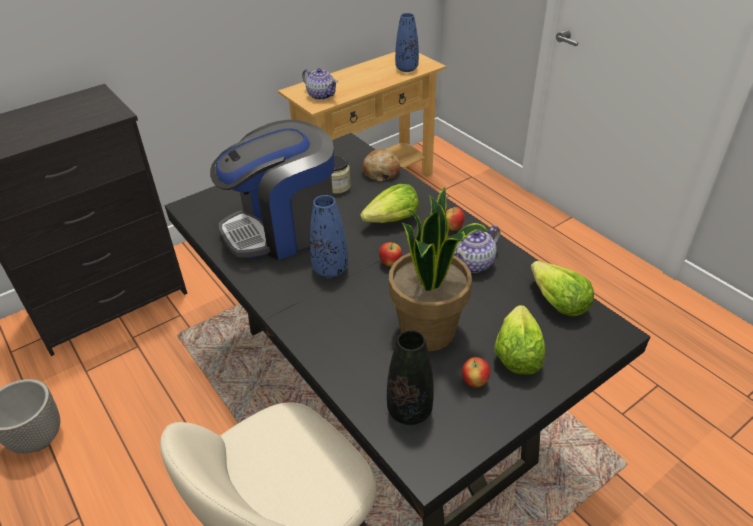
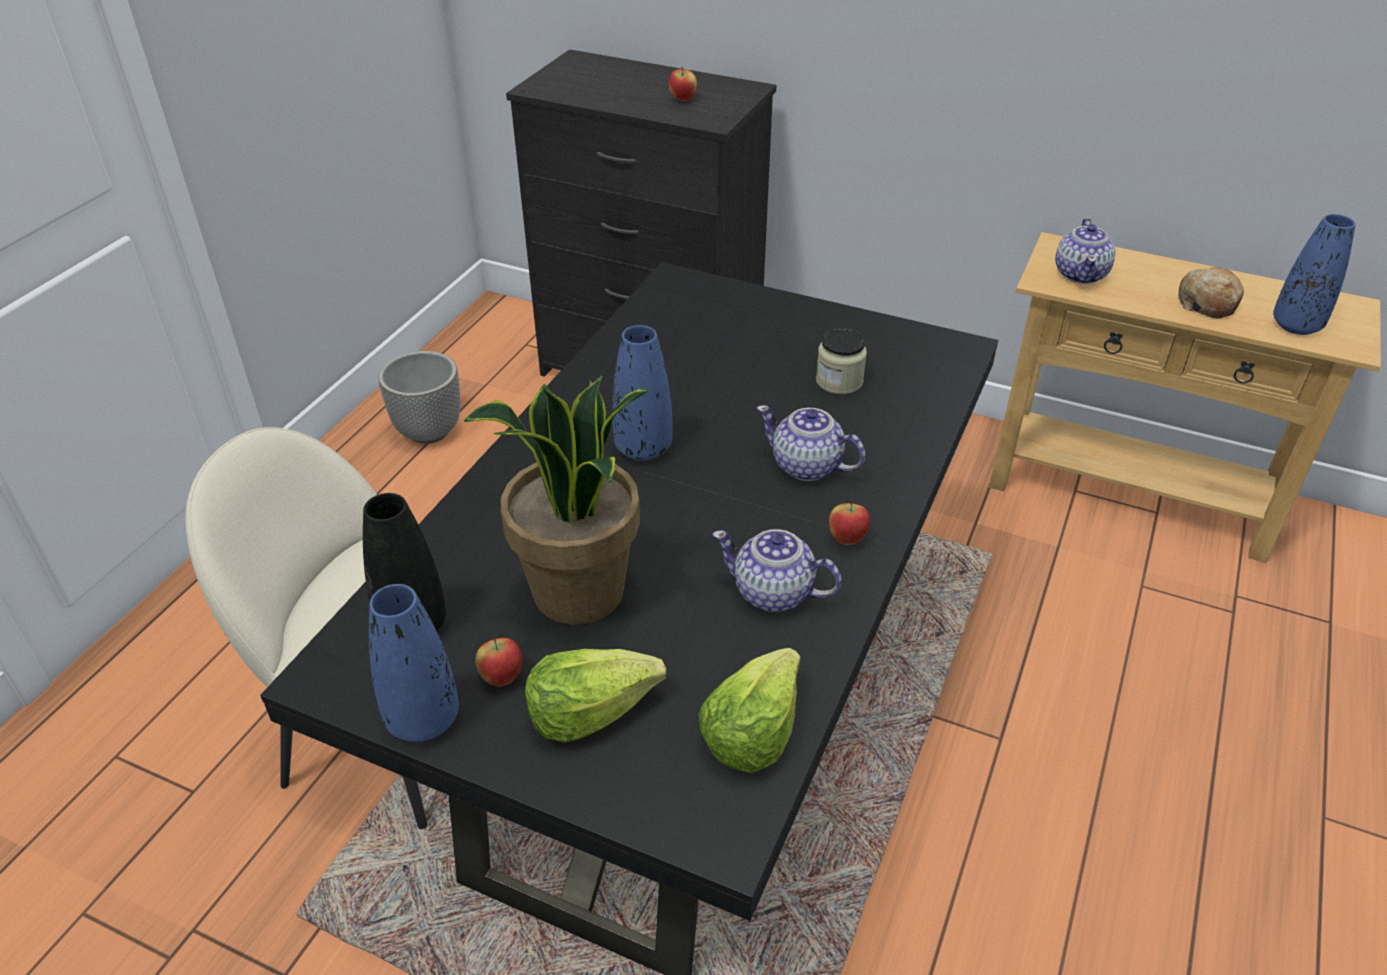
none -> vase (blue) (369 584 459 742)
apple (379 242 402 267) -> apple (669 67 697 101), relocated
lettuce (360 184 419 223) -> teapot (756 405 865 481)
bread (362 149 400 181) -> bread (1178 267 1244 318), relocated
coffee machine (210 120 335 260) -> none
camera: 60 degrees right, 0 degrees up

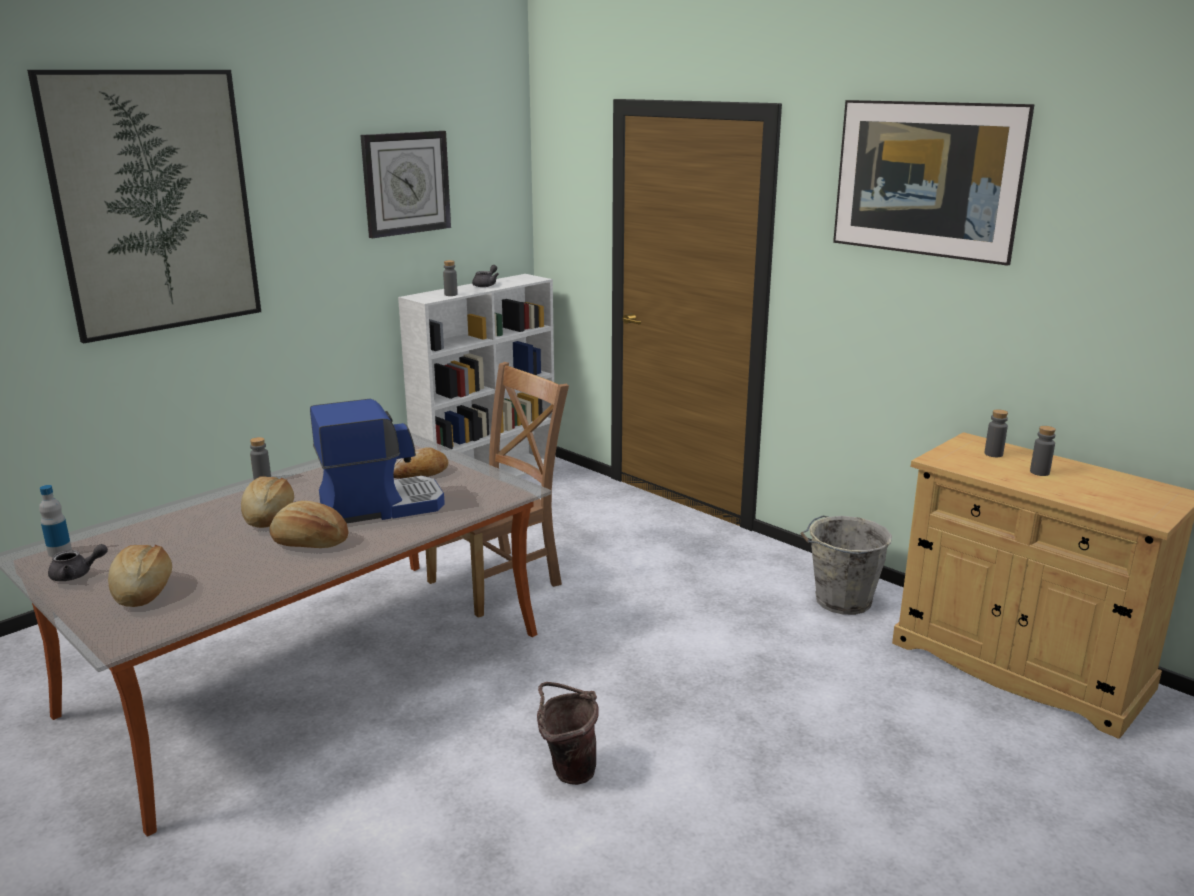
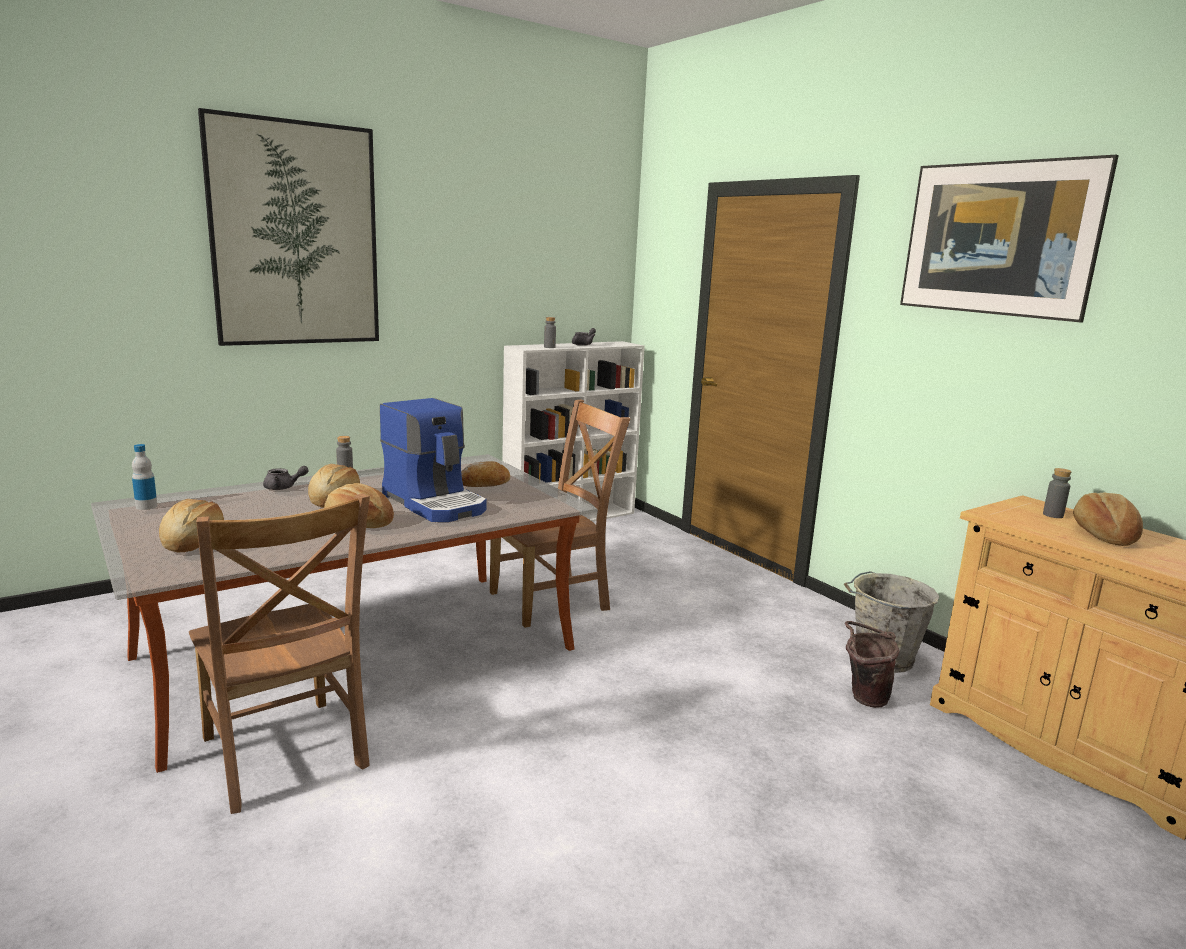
none -> chair (brown) (189 493 370 814)
teapot (grey) (48 544 108 581) -> teapot (grey) (263 466 309 490), relocated
coffee machine (310 399 445 523) -> coffee machine (380 398 487 522), 60 degrees clockwise
bucket (brown) (537 682 599 785) -> bucket (brown) (845 621 899 708), relocated
bottle (grey) (1030 426 1056 476) -> bread (1073 493 1143 546)
wall clock (360 131 451 238) -> none
camera: 10 degrees right, 5 degrees down

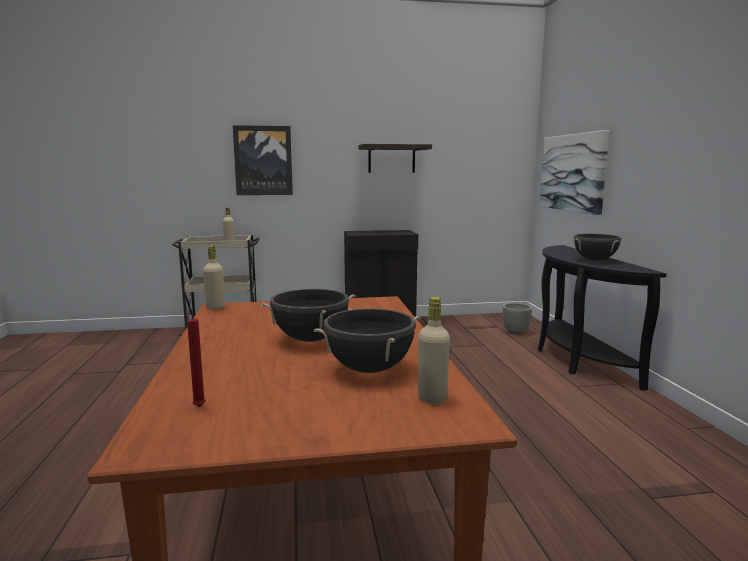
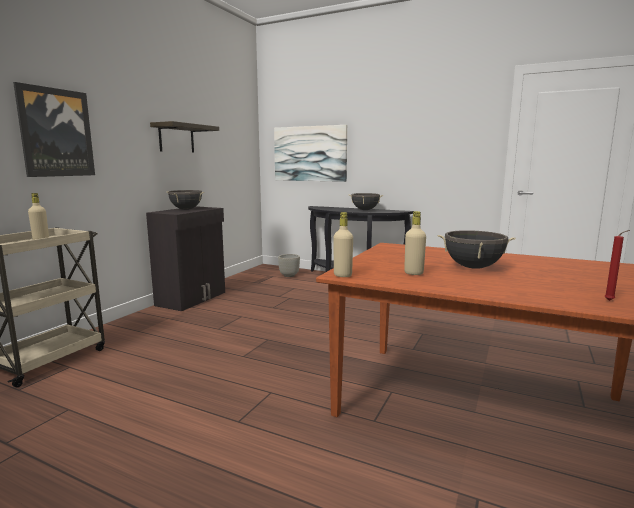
cooking pot (black) (314 308 421 373) -> cooking pot (black) (167 190 204 210), relocated
bottle (beige) (418 296 450 404) -> bottle (beige) (404 211 426 275), relocated
camera: 55 degrees left, 0 degrees up

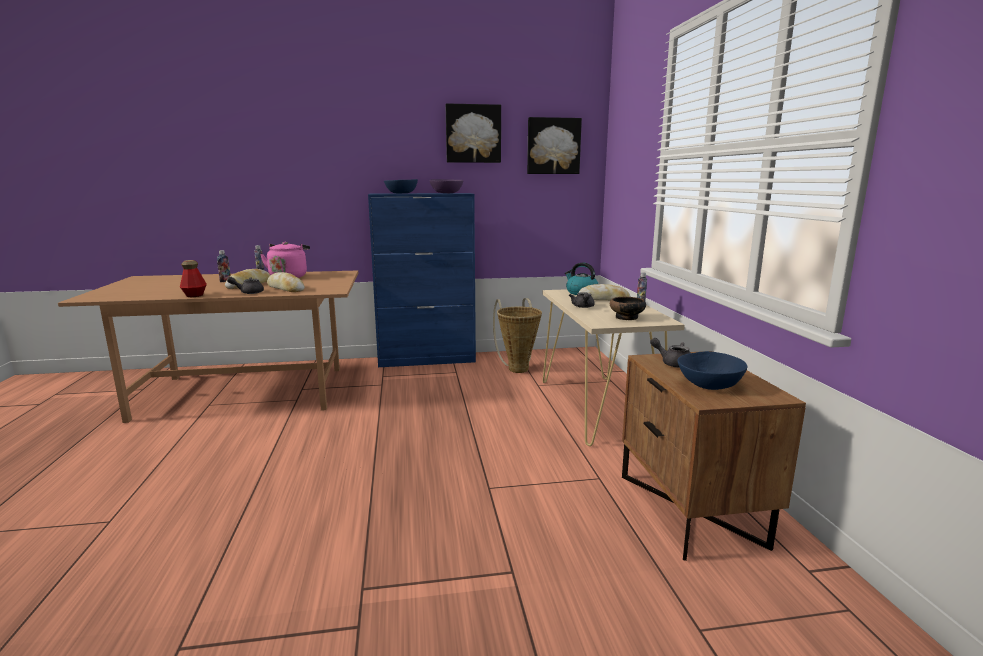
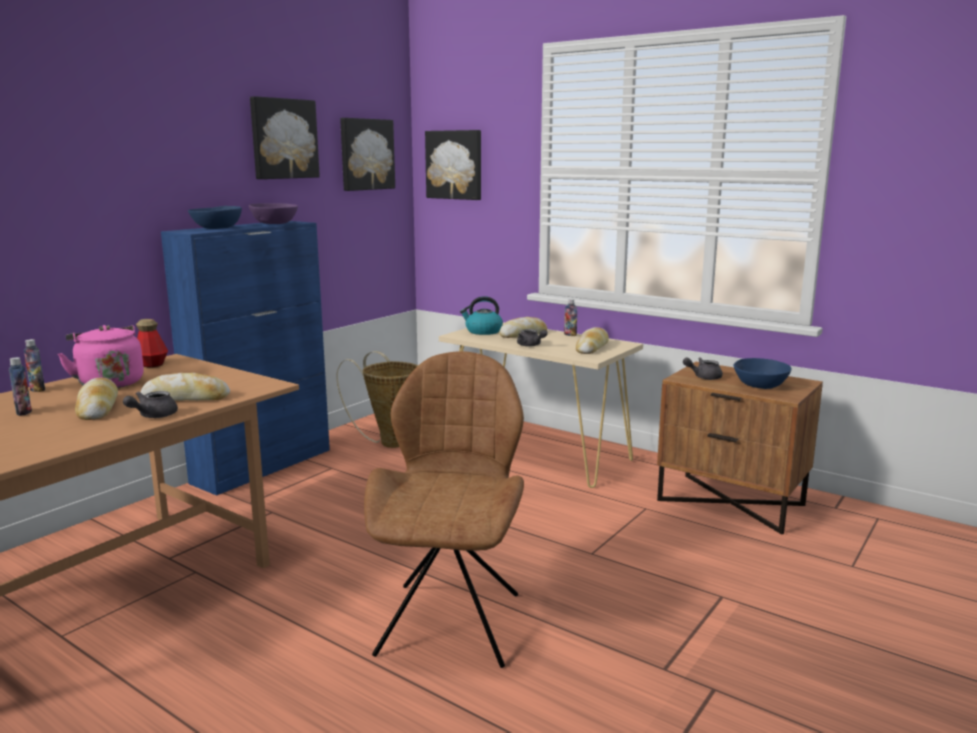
bottle (180 260 207 297) -> bottle (136 319 168 367), relocated
none -> chair (brown) (364 351 524 668)
none -> picture (425 130 481 200)
bowl (610 297 646 320) -> bread (576 327 609 354)
camera: 45 degrees left, 0 degrees up

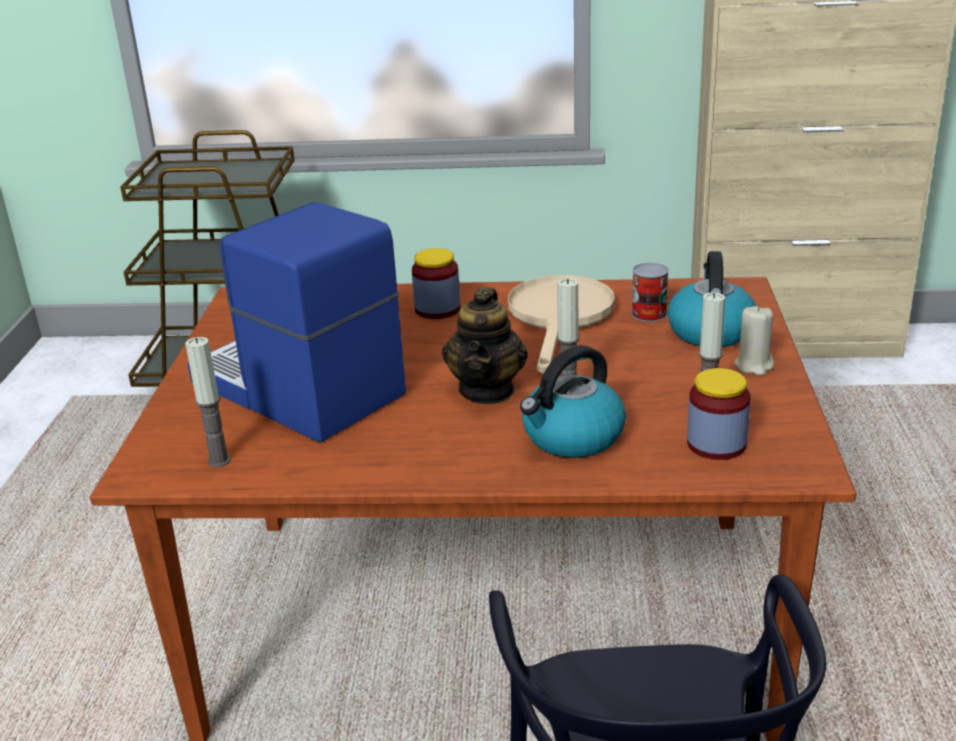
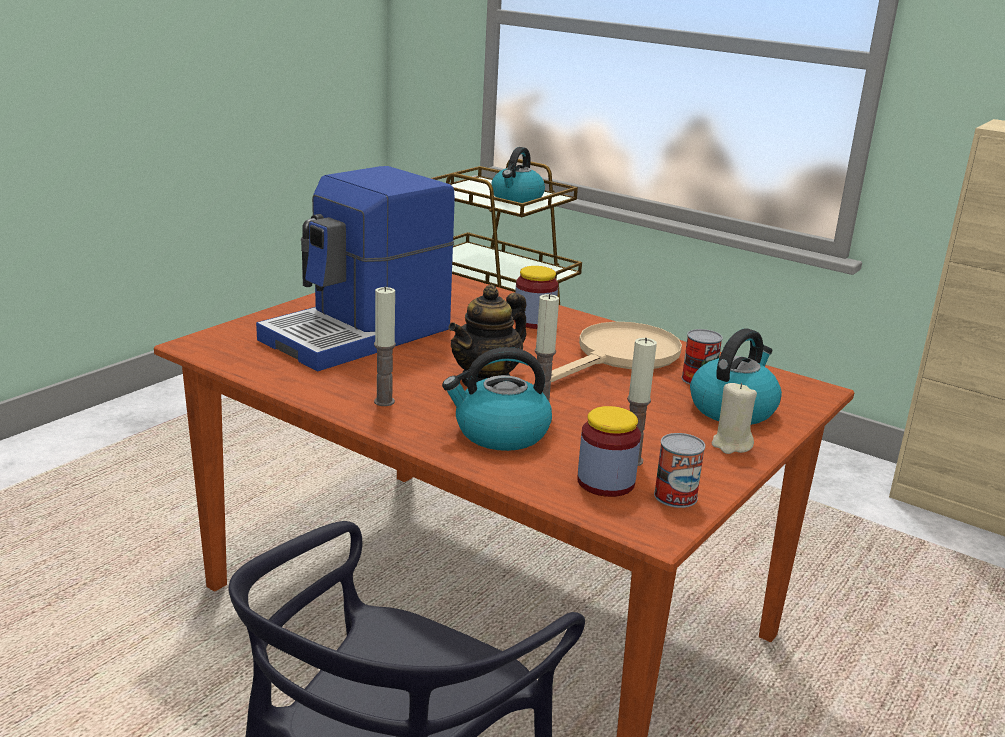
coffee machine (187 202 406 443) -> coffee machine (256 166 455 371), 120 degrees counterclockwise
candle (186 337 231 467) -> candle (374 287 396 406), relocated
none -> kettle (491 147 545 203)
none -> can (654 433 705 508)
camera: 30 degrees right, 5 degrees down

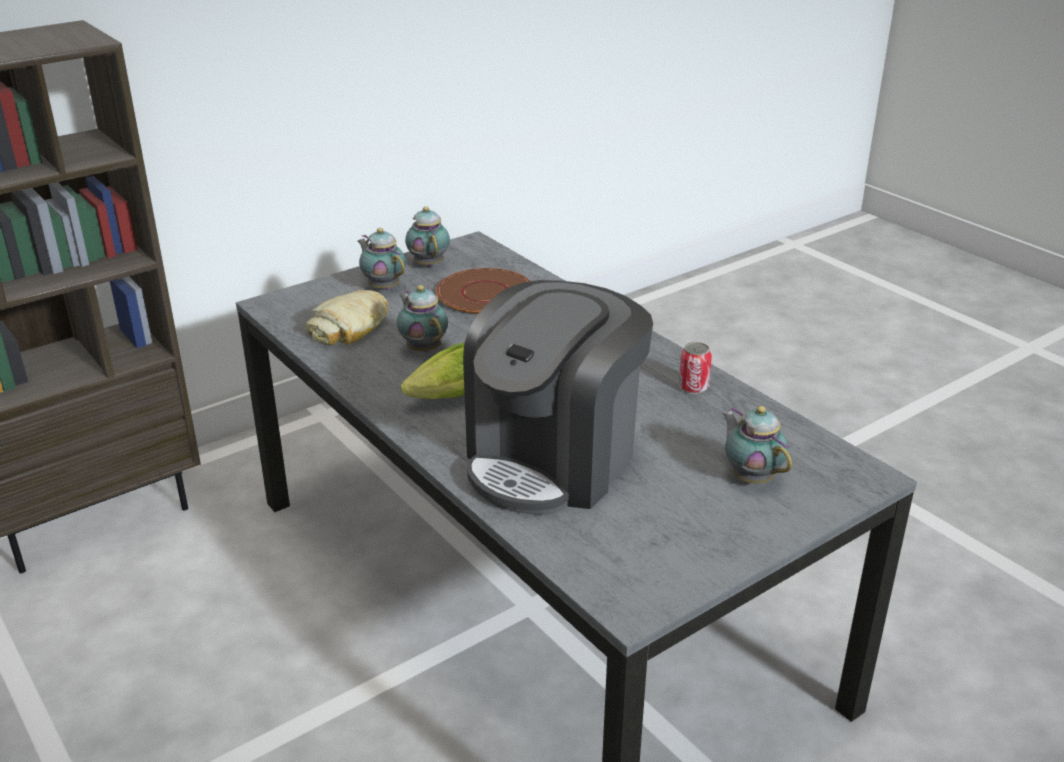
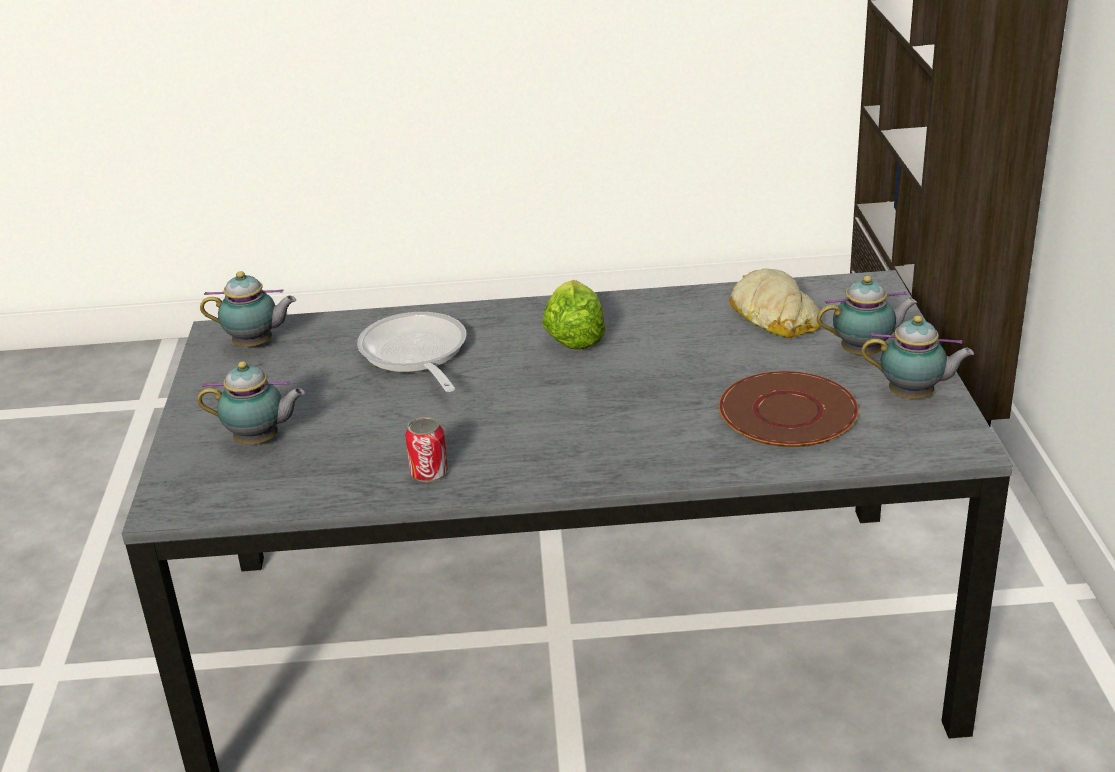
teapot (397 285 448 353) -> teapot (200 271 296 347), relocated
coffee machine (463 280 653 515) -> frying pan (357 312 467 392)
camera: 125 degrees right, 0 degrees up

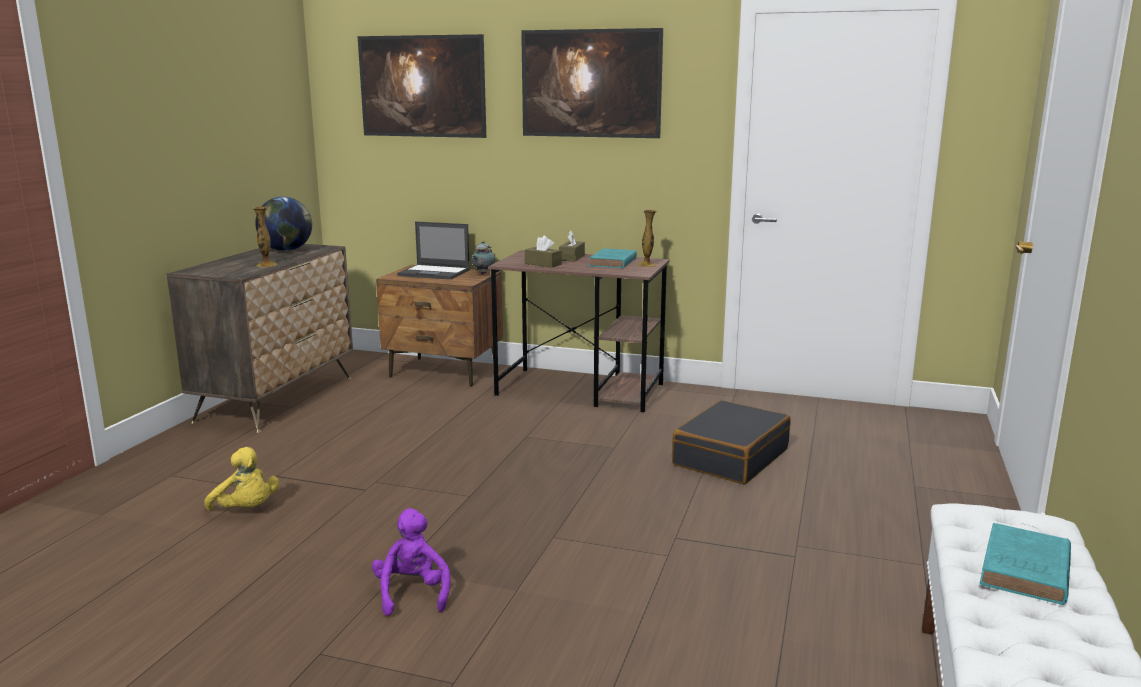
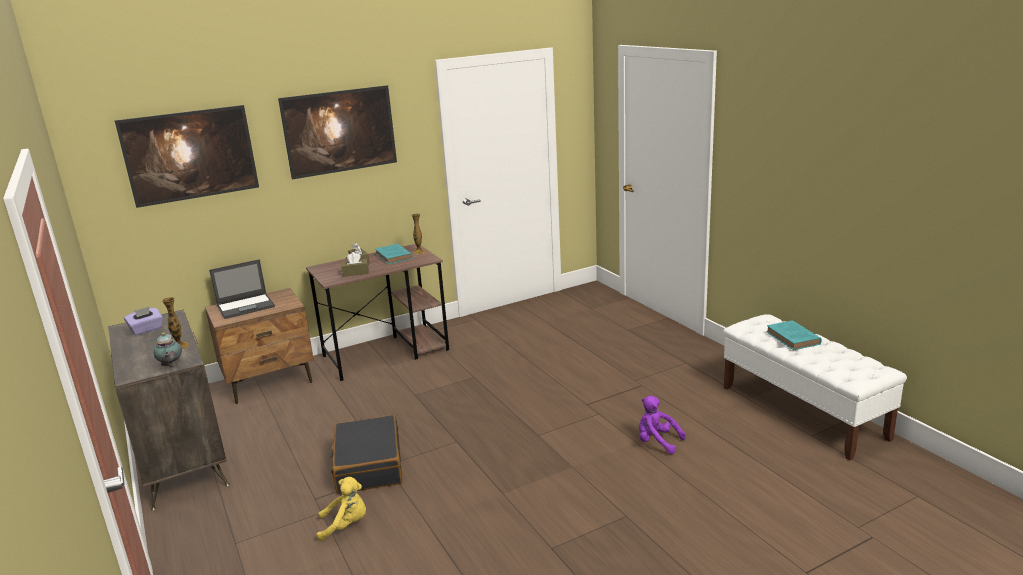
globe (255 197 312 251) -> tissue box (purple) (124 307 163 335)
teapot (471 241 495 274) -> teapot (153 332 182 367), relocated
suitcase (black) (672 400 790 484) -> suitcase (black) (330 415 402 494), relocated
plush toy (purple) (372 508 451 616) -> plush toy (purple) (639 396 686 454), relocated
camera: 45 degrees left, 5 degrees up

